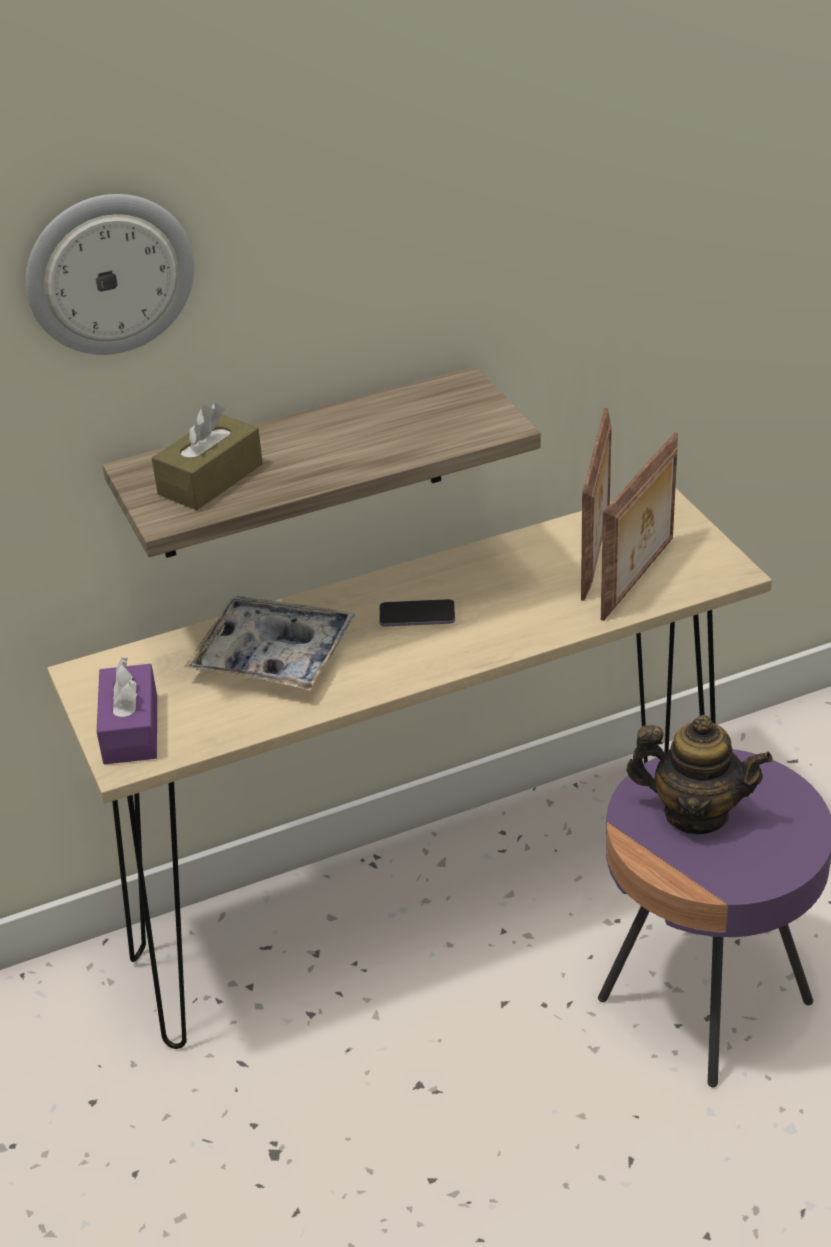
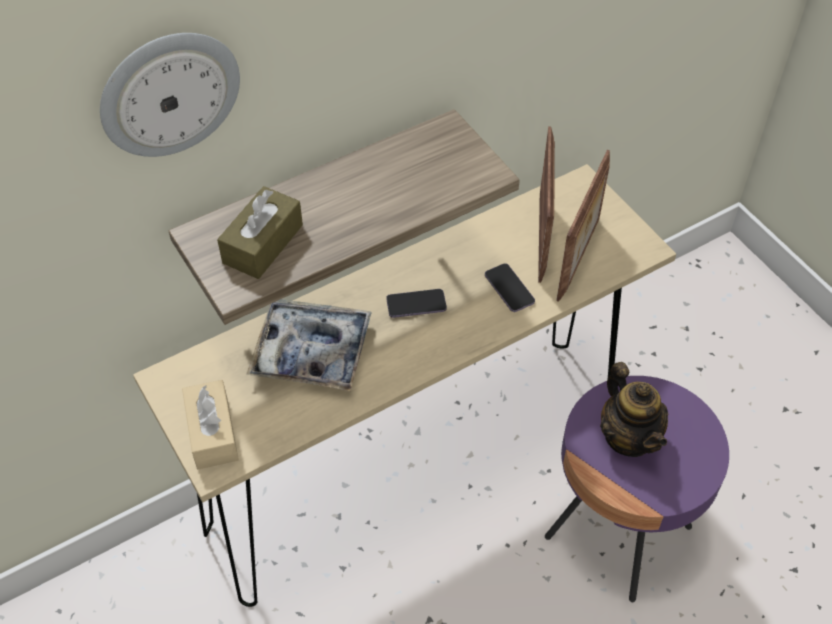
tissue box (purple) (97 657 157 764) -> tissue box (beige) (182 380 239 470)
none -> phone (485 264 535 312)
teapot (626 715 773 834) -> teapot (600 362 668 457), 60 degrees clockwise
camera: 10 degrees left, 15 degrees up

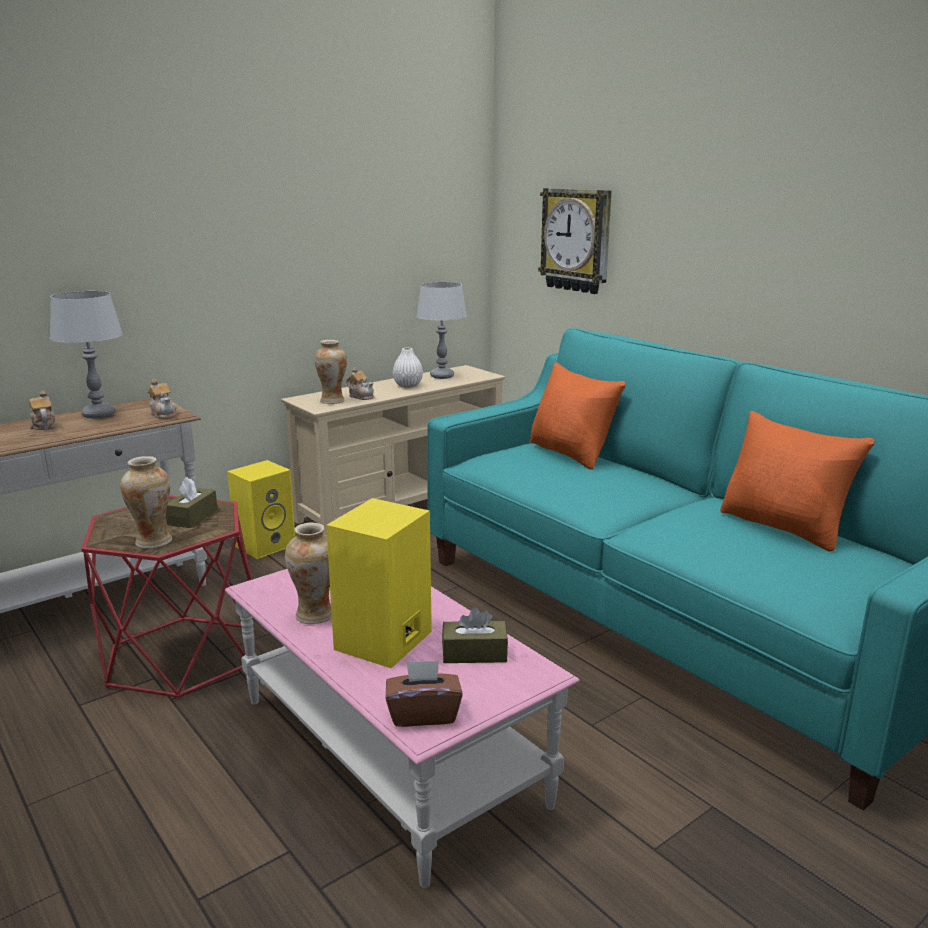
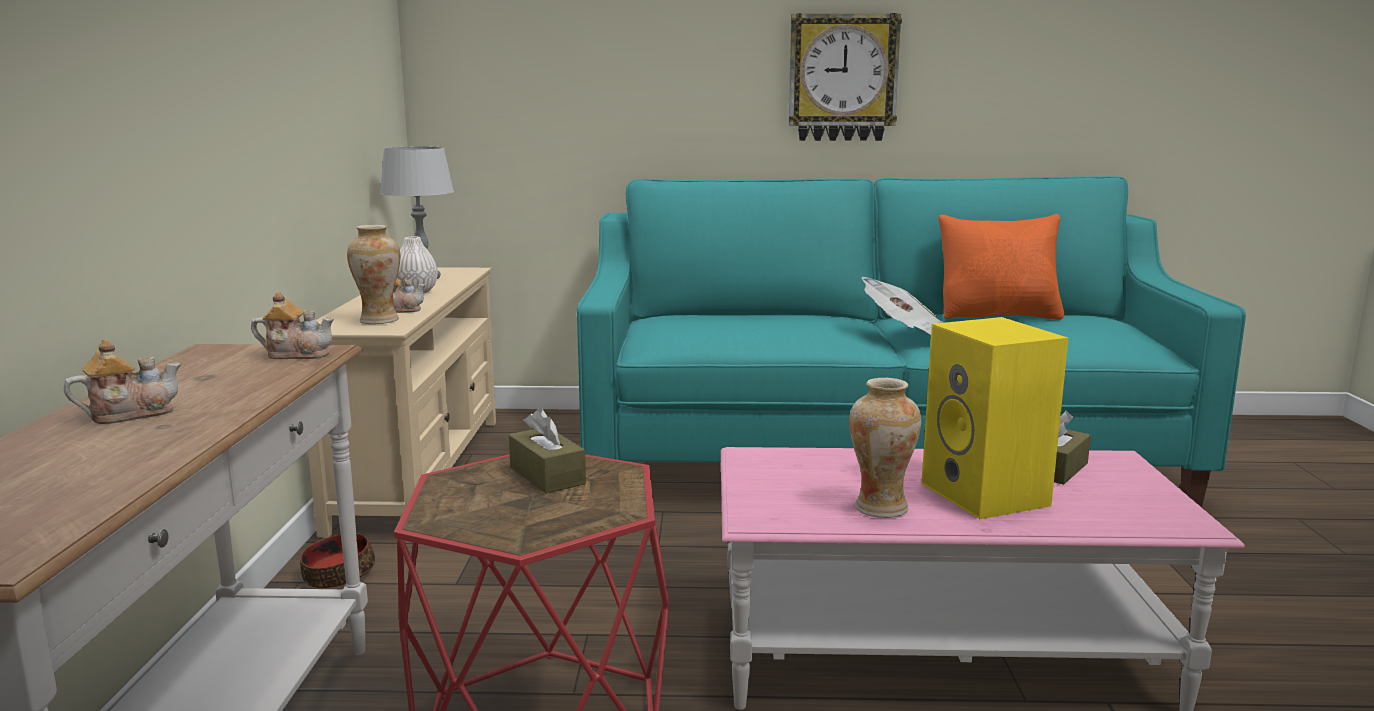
teapot (29 390 56 430) -> teapot (64 339 181 424), 135 degrees clockwise
speaker (yellow) (227 460 295 559) -> bowl (300 533 375 588)
wall clock (538 188 611 294) -> wall clock (788 13 902 141), relocated
none -> newspaper (862 277 944 334)
table lamp (grey) (50 291 123 419) -> none
vase (120 456 172 549) -> none
tissue box (brown) (386 660 463 727) -> none
pillow (orange) (530 362 626 470) -> none
camera: 50 degrees left, 5 degrees down

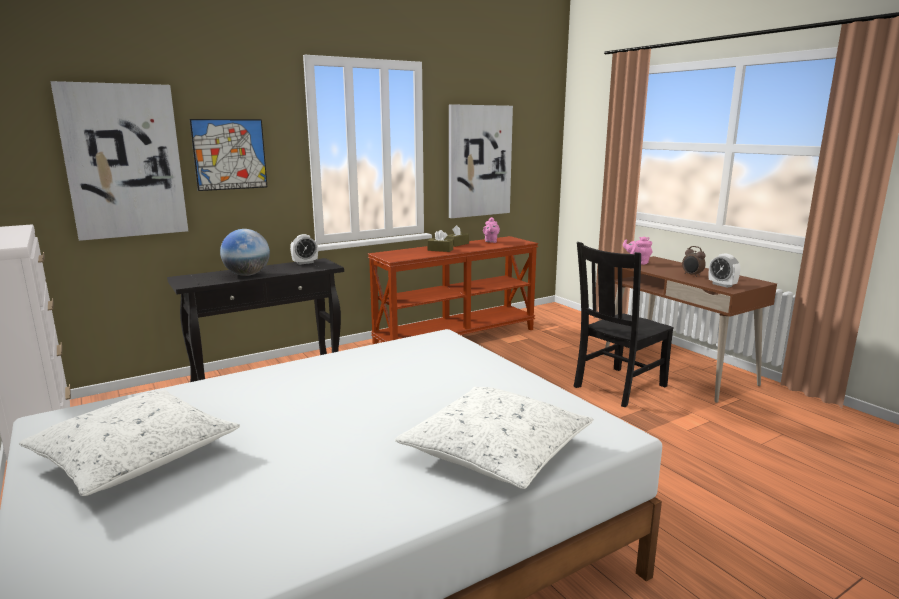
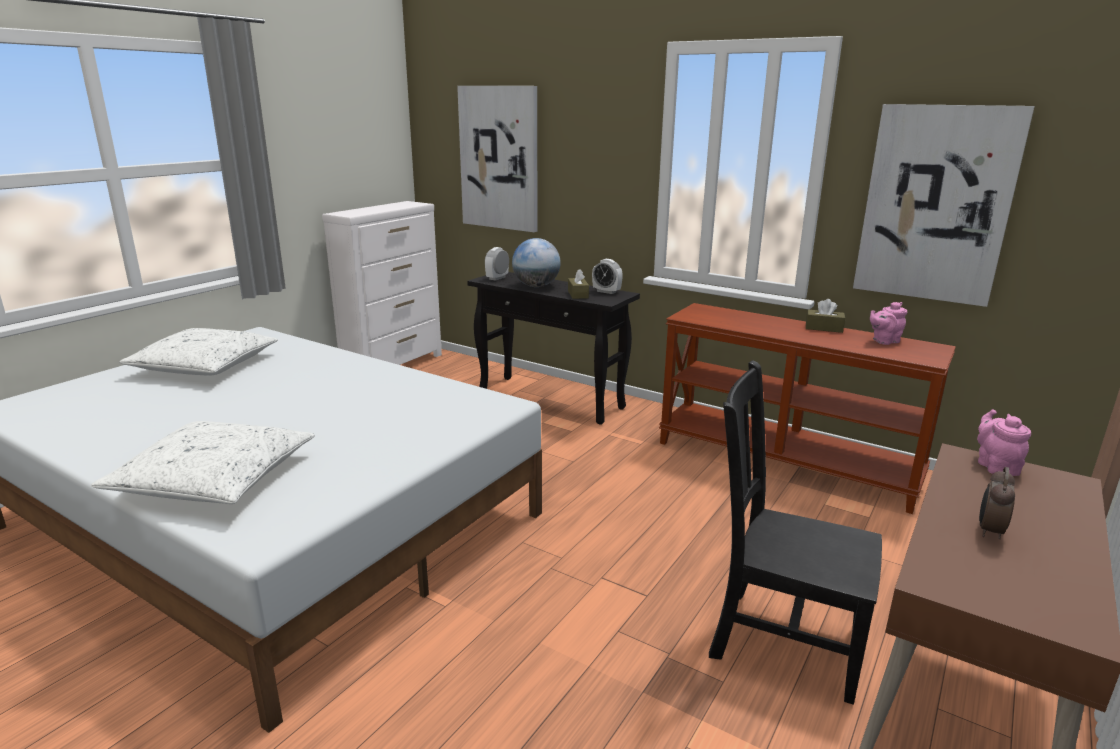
alarm clock (708 253 740 288) -> alarm clock (485 247 509 281), relocated
tissue box (brown) (427 230 453 252) -> tissue box (brown) (568 269 589 299), relocated
picture (189 119 267 191) -> none
camera: 65 degrees right, 5 degrees up

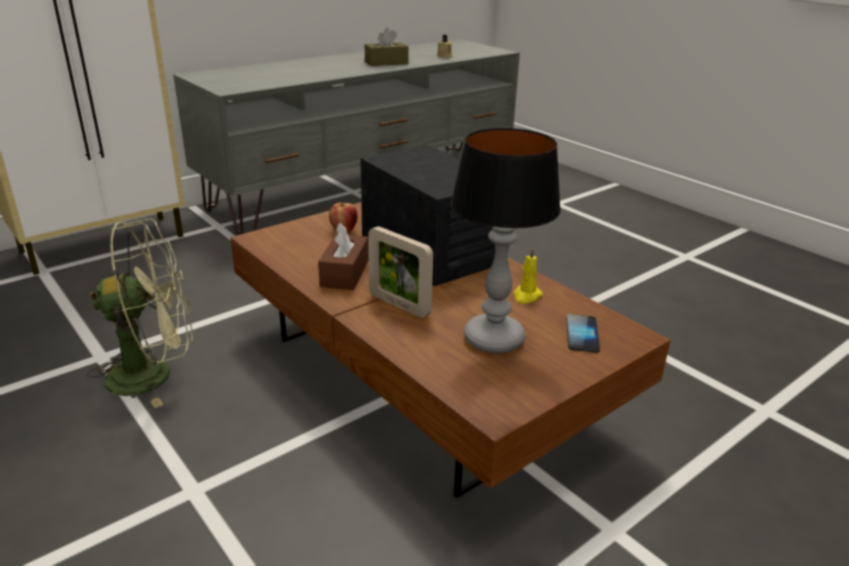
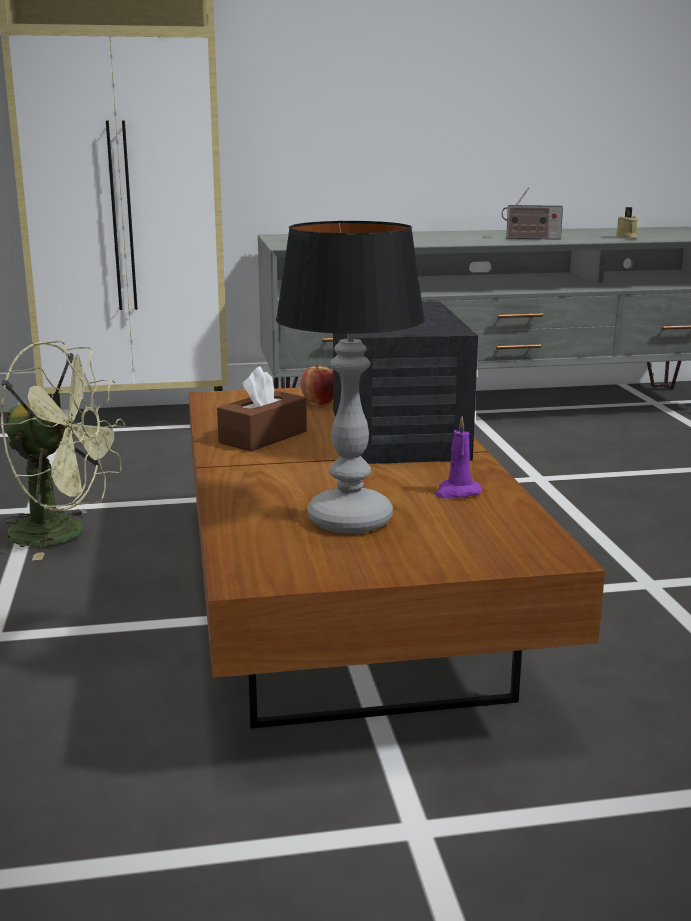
candle (yellow) (513 247 543 304) -> candle (purple) (435 416 482 499)
tissue box (brown) (365 28 409 66) -> radio (502 188 563 240)
picture frame (368 226 433 318) -> none
phone (566 314 600 353) -> none
camera: 30 degrees right, 10 degrees down

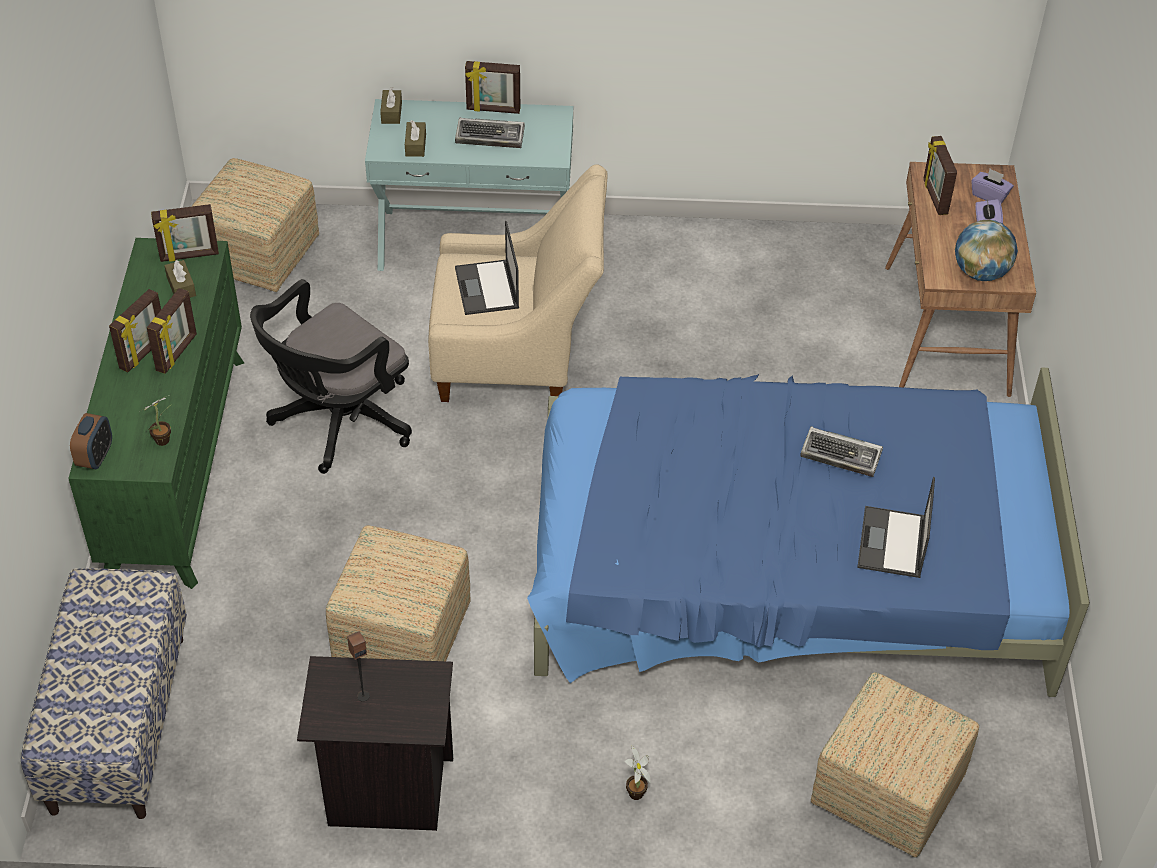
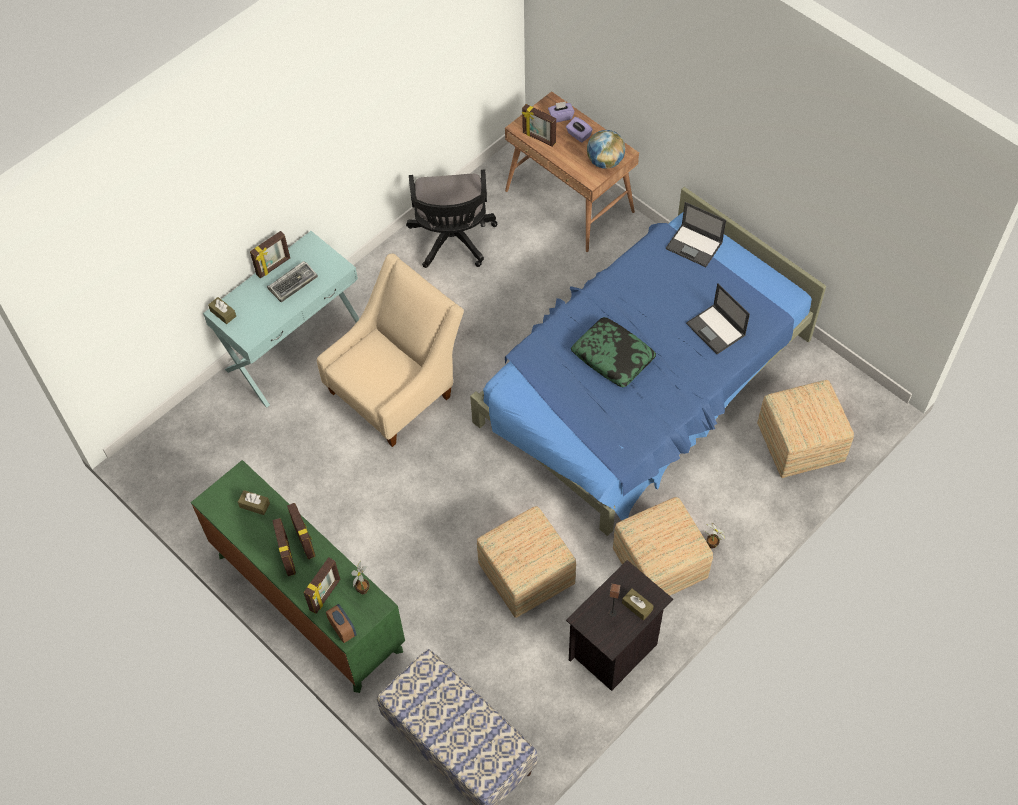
picture frame (151 204 219 262) -> picture frame (303 557 340 614), relocated
office chair (black) (250 279 412 474) -> office chair (black) (406 169 497 268), relocated
none -> pillow (571 317 656 387)
ottoman (191 158 319 292) -> ottoman (613 497 713 596), relocated
tissue box (brown) (405 120 426 157) -> tissue box (brown) (622 589 654 621), relocated
laptop (455 221 519 315) -> laptop (666 202 726 267), relocated
keyboard (800 426 883 477) -> none
camera: 45 degrees left, 10 degrees up

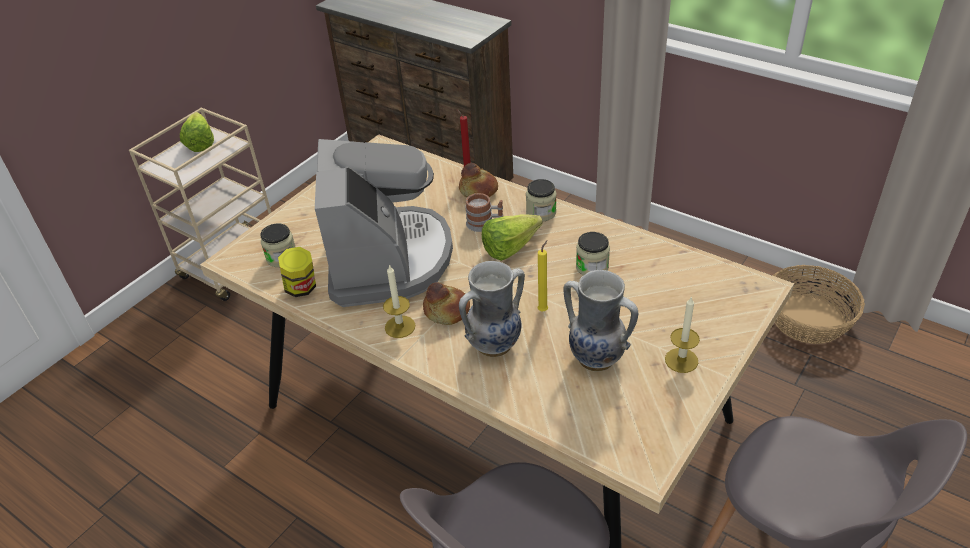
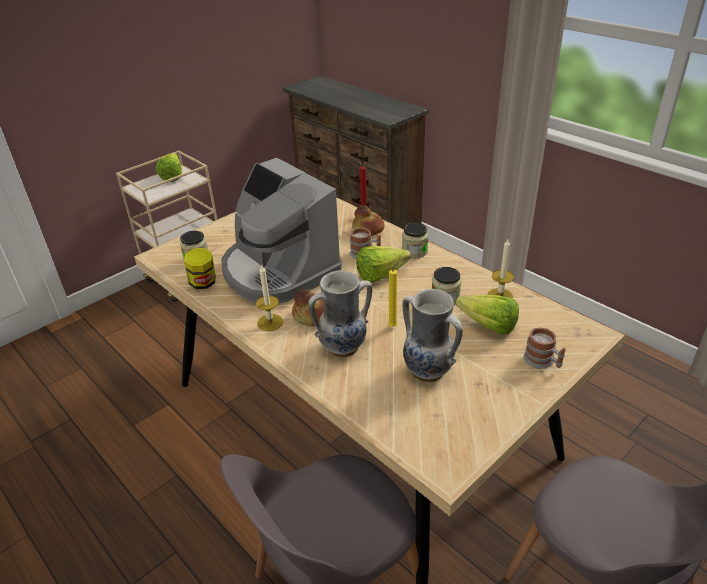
coffee machine (315 139 453 307) -> coffee machine (221 158 342 303), 135 degrees clockwise
none -> lettuce (456 295 519 335)
candle (665 296 700 373) -> candle (488 239 514 299), relocated
none -> mug (523 327 566 369)
basket (773 265 865 344) -> none
camera: 10 degrees right, 5 degrees down

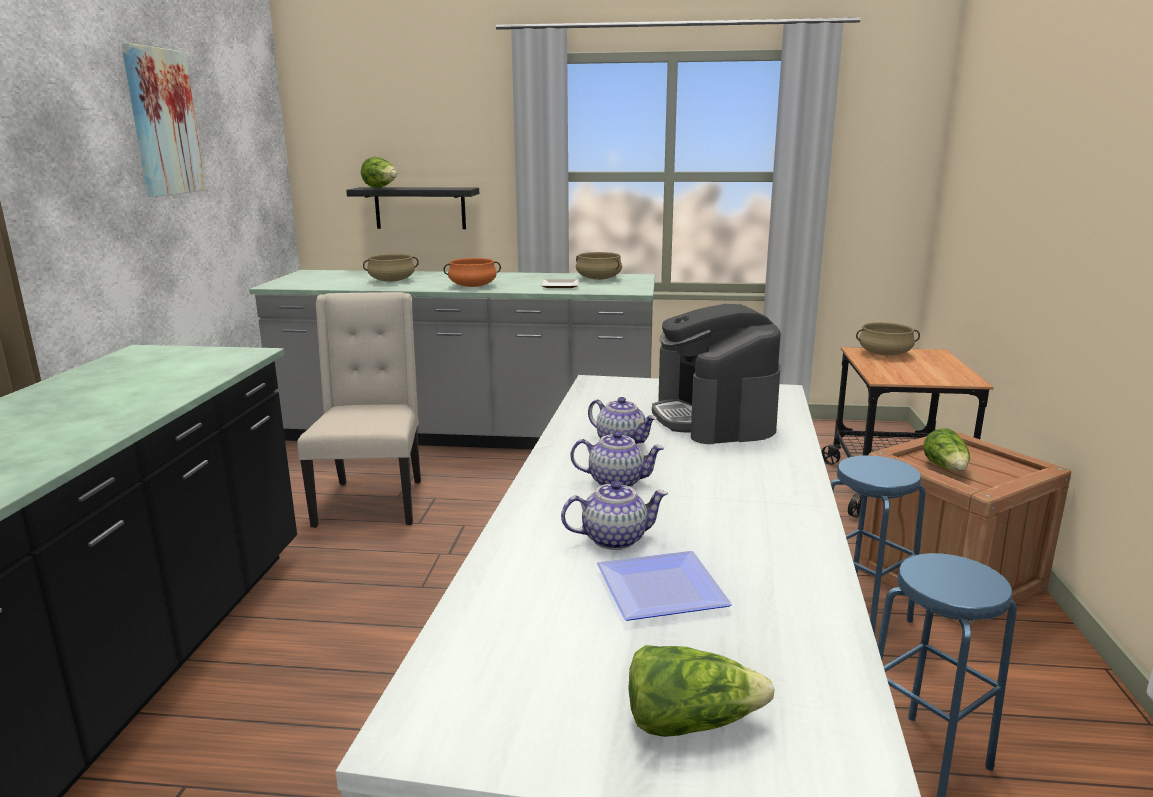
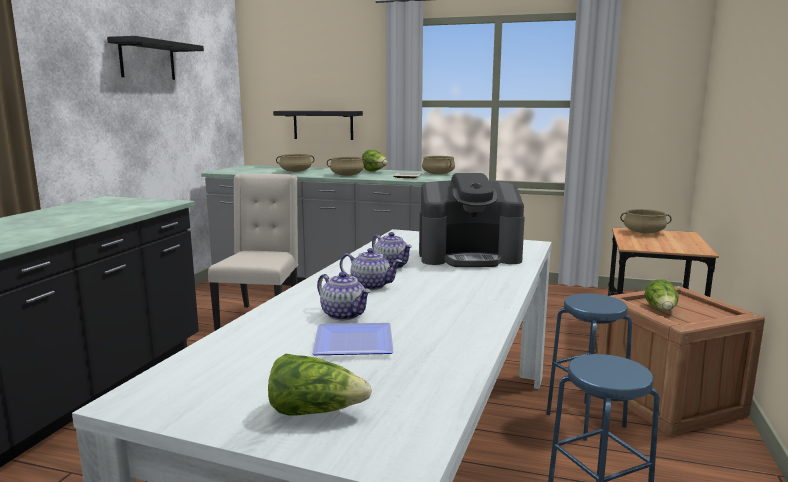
picture (121 43 206 197) -> shelf (black) (107 36 204 80)
teapot (561 481 668 550) -> teapot (317 272 371 320), 45 degrees clockwise
cooking pot (orange) (443 258 501 287) -> cooking pot (beige) (327 157 367 176)
lettuce (361 157 398 188) -> lettuce (361 150 388 172), relocated
coffee machine (652 304 781 444) -> coffee machine (419 173 525 267), 90 degrees counterclockwise
camera: 10 degrees right, 5 degrees down

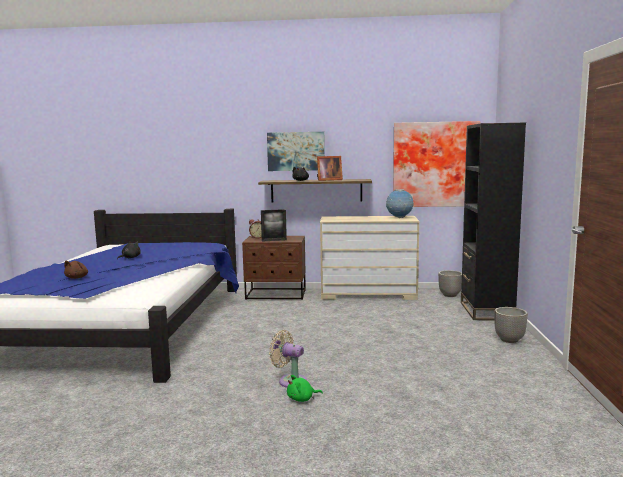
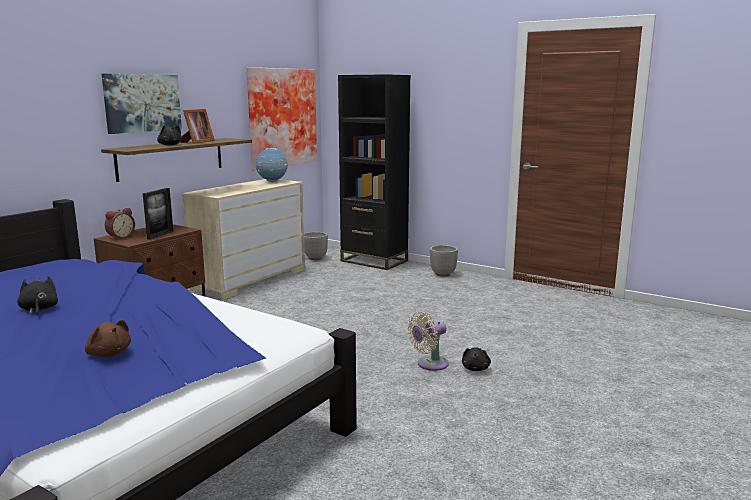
plush toy (green) (287 375 323 402) -> plush toy (black) (462 347 491 371)
camera: 60 degrees left, 5 degrees up

